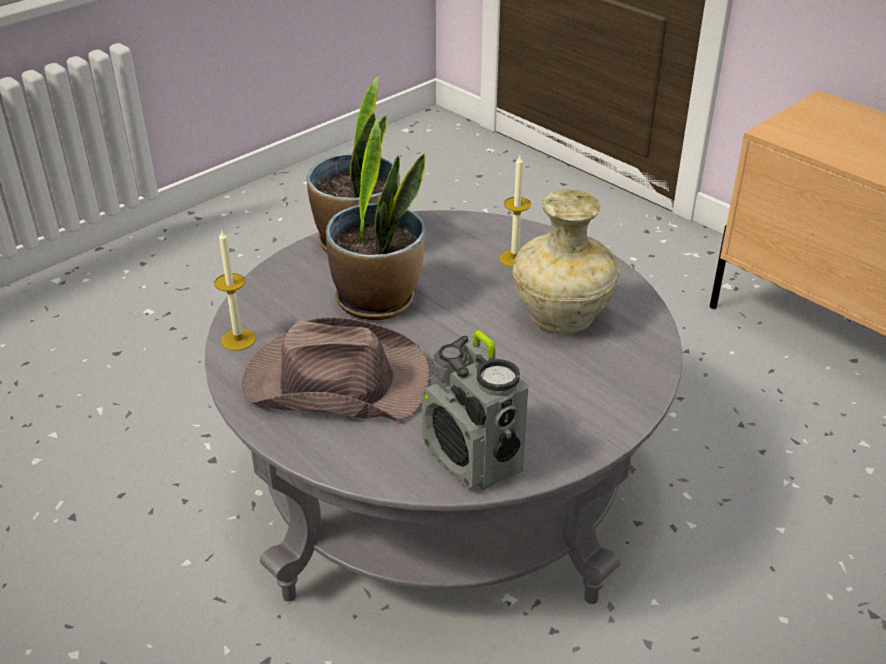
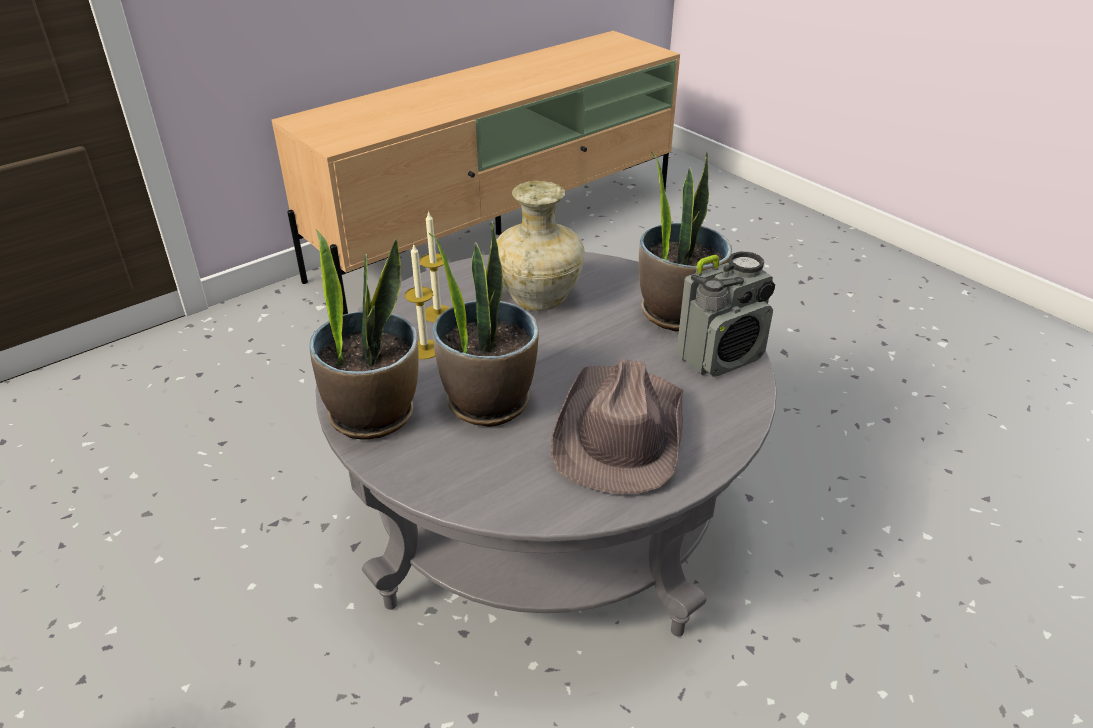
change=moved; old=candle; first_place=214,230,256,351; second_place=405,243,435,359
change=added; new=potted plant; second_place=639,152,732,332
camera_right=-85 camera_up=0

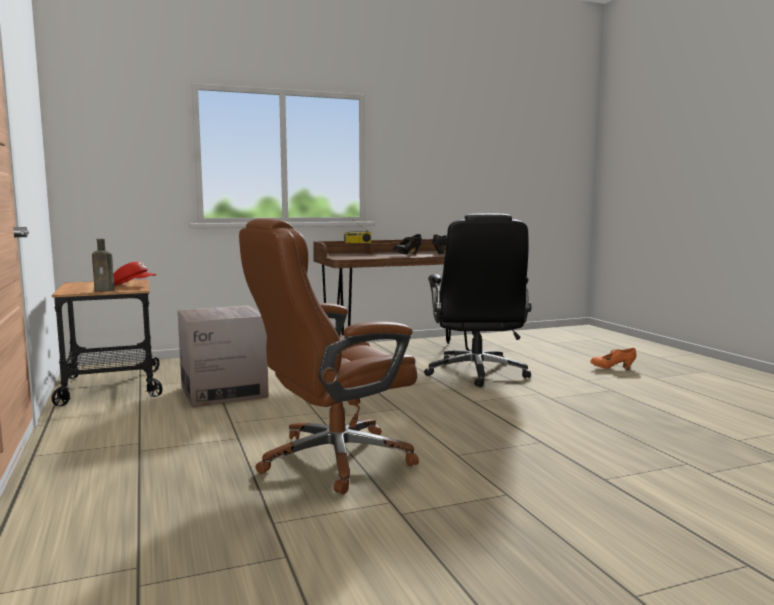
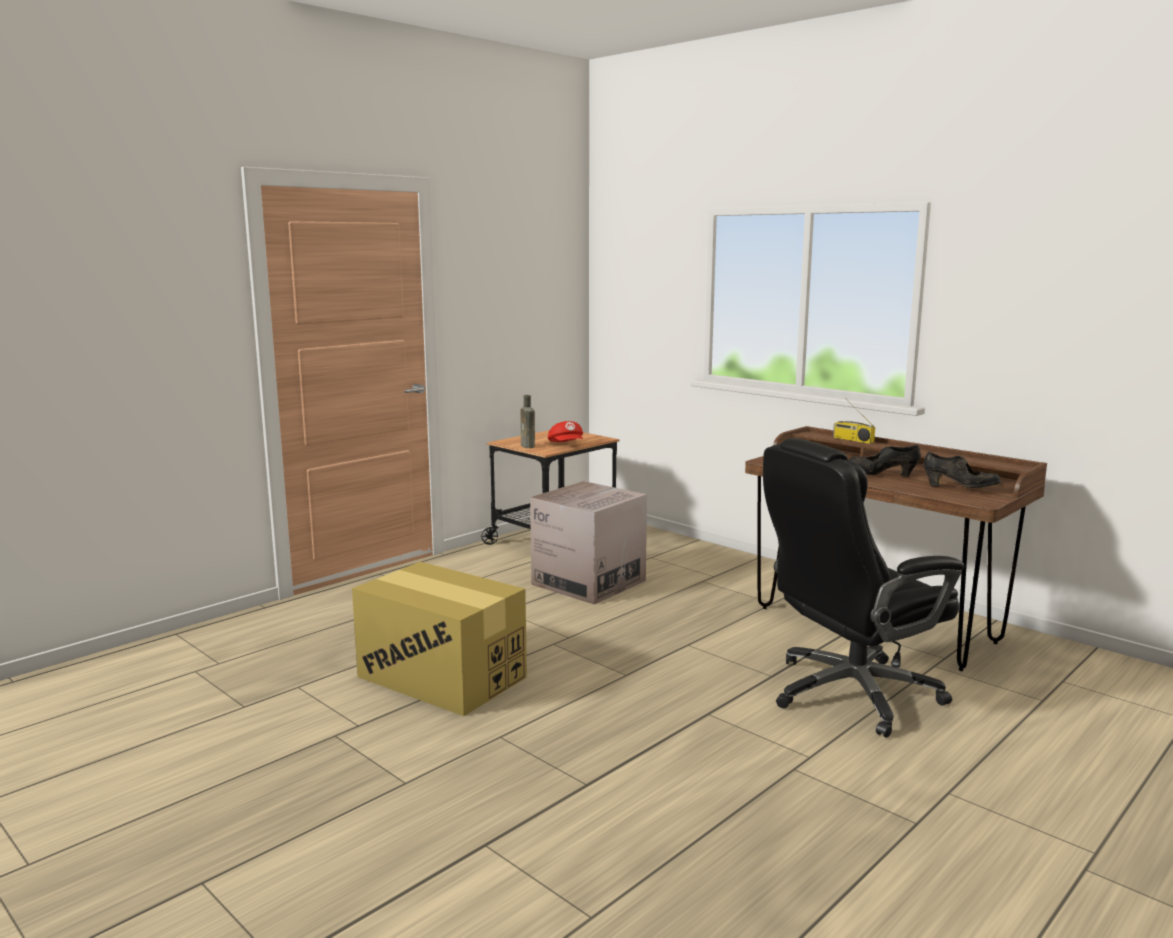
change=replaced; old=brown office chair; new=cardboard box; first_place=239,218,419,494; second_place=352,562,527,716
change=removed; old=orange shoe; first_place=590,348,637,369
camera_right=65 camera_up=5

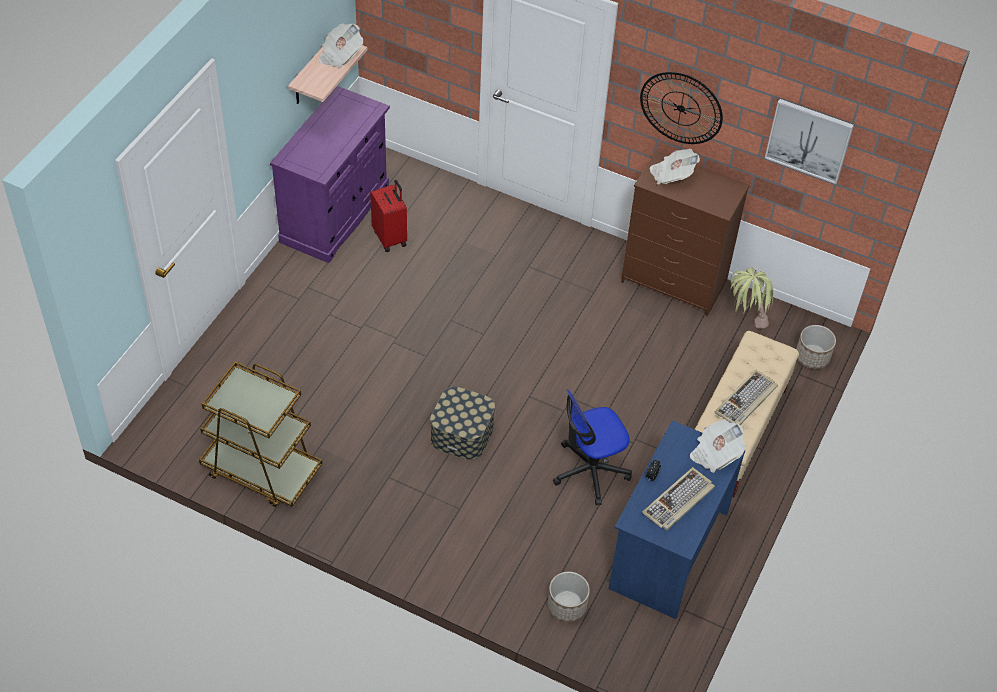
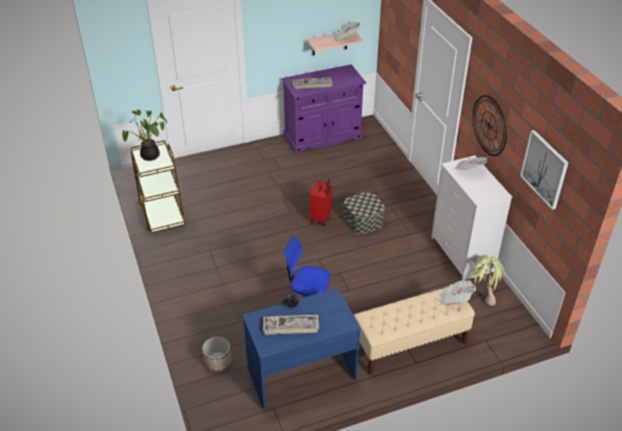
change=added; new=potted plant; second_place=122,110,167,161
change=moved; old=keyboard; first_place=715,370,778,425; second_place=292,77,333,89
change=moved; old=red suitcase; first_place=370,180,407,252; second_place=310,179,332,226
change=moved; old=storage box; first_place=430,386,495,460; second_place=344,192,385,235
change=recoloured; old=brown dresser; new=white dresser; first_place=621,150,750,316; second_place=431,155,512,281
change=moved; old=newspaper; first_place=690,419,746,473; second_place=438,280,476,305
change=removed; old=planter; first_place=796,325,836,369
camera_right=45 camera_up=-10

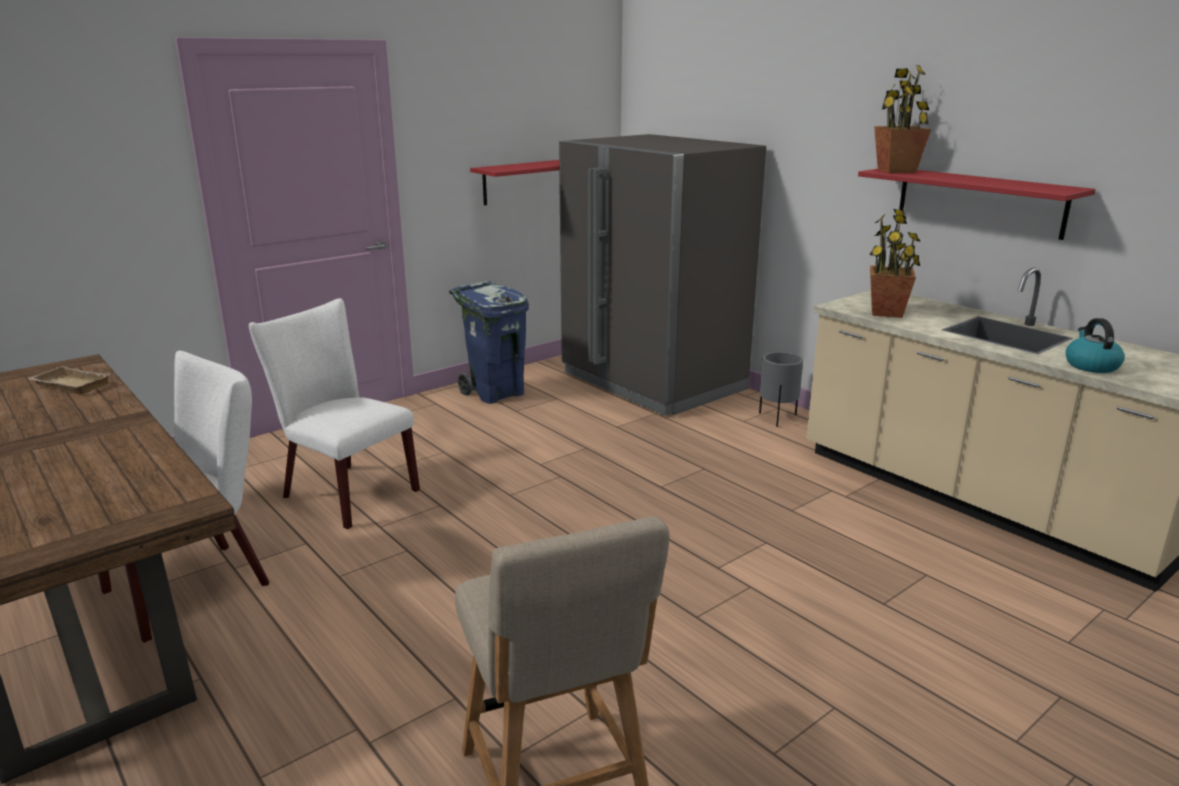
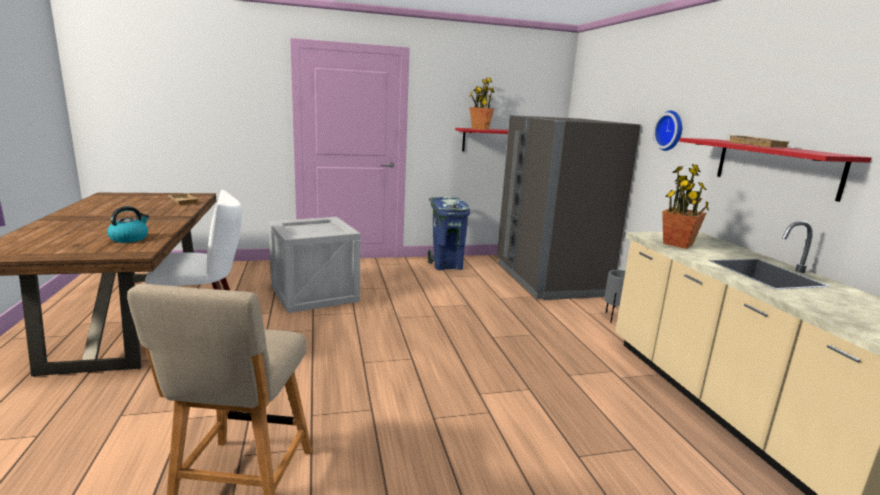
change=moved; old=kettle; first_place=1065,318,1125,373; second_place=107,206,149,243
change=replaced; old=white chair; new=crate; first_place=249,298,420,529; second_place=268,217,361,313
change=moved; old=potted plant; first_place=874,65,931,173; second_place=469,77,494,130
change=added; new=wall clock; second_place=653,111,682,151
change=added; new=beige tray; second_place=730,135,789,148
camera_right=25 camera_up=-5

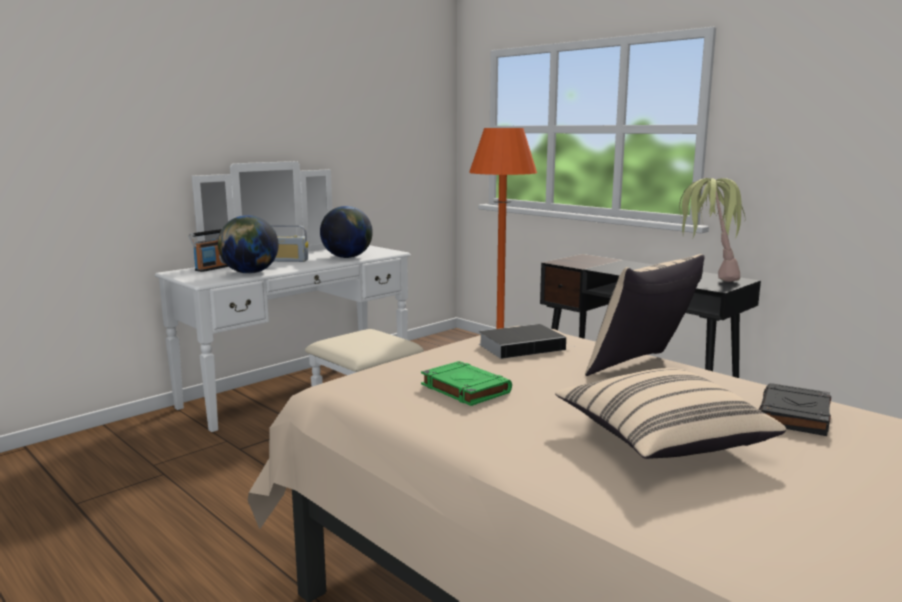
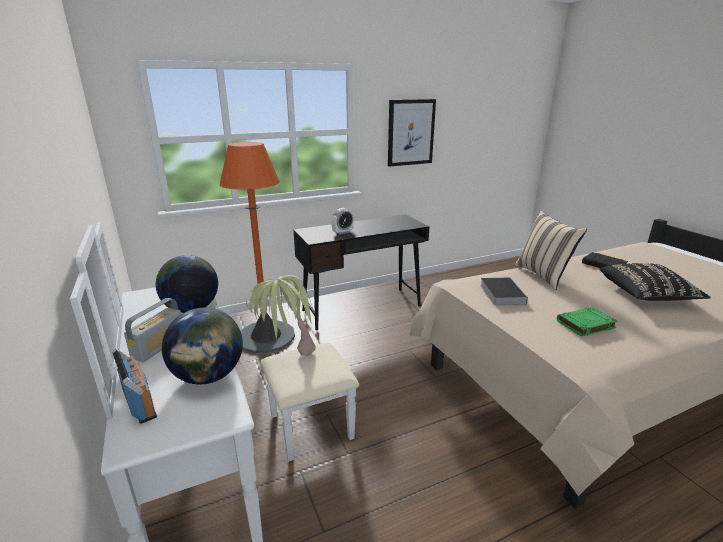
change=moved; old=potted plant; first_place=679,178,745,282; second_place=246,275,315,356
change=added; new=alarm clock; second_place=331,208,354,235
change=added; new=picture; second_place=388,99,436,167
change=recoloured; old=beige pillow; new=black pillow; first_place=555,368,786,459; second_place=599,263,711,301
camera_right=-70 camera_up=10

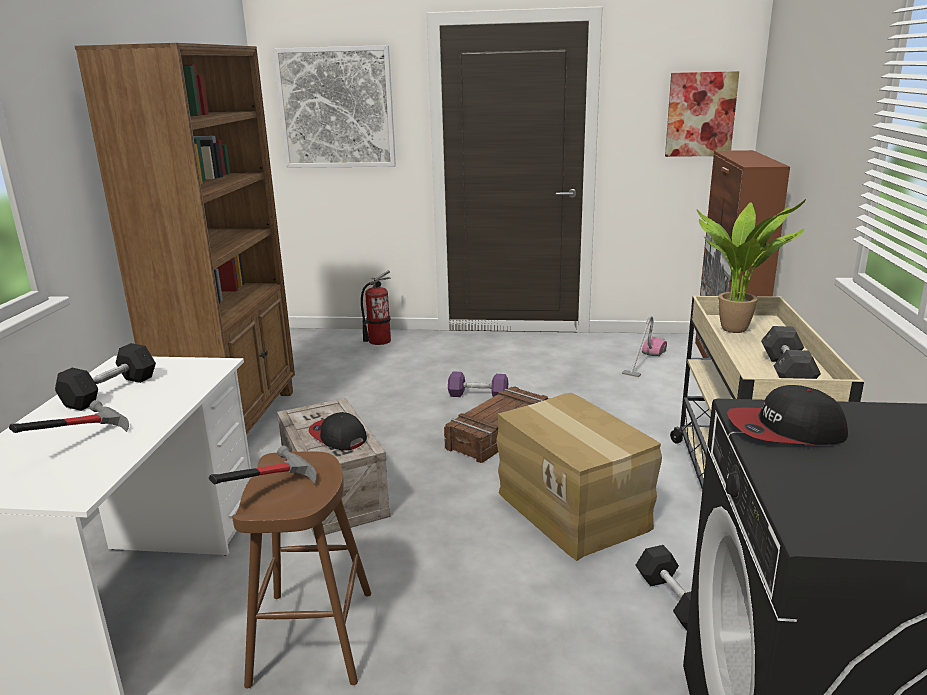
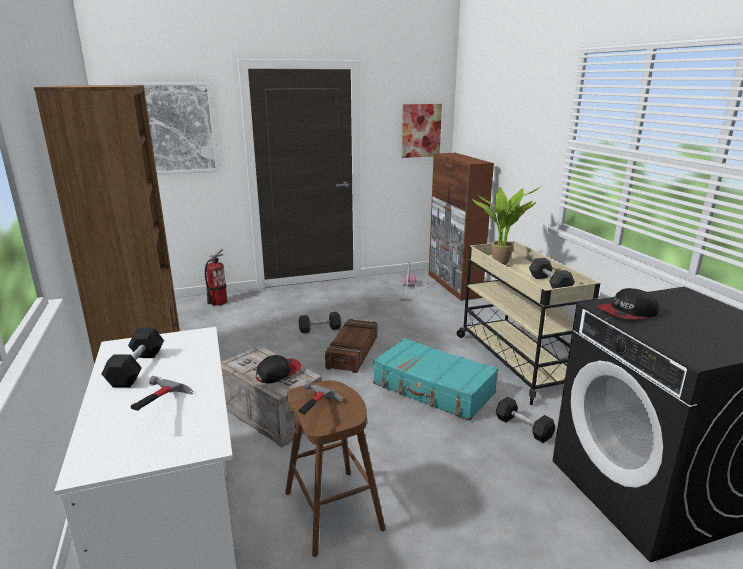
change=turned; old=cap; first_place=309,412,367,450; second_place=256,355,302,383; degrees=120
change=recoloured; old=purple dumbbell; new=grey dumbbell; first_place=448,371,508,397; second_place=299,312,341,333
change=replaced; old=cardboard box; new=turquoise suitcase; first_place=496,393,662,561; second_place=373,338,498,421
camera_right=-25 camera_up=0

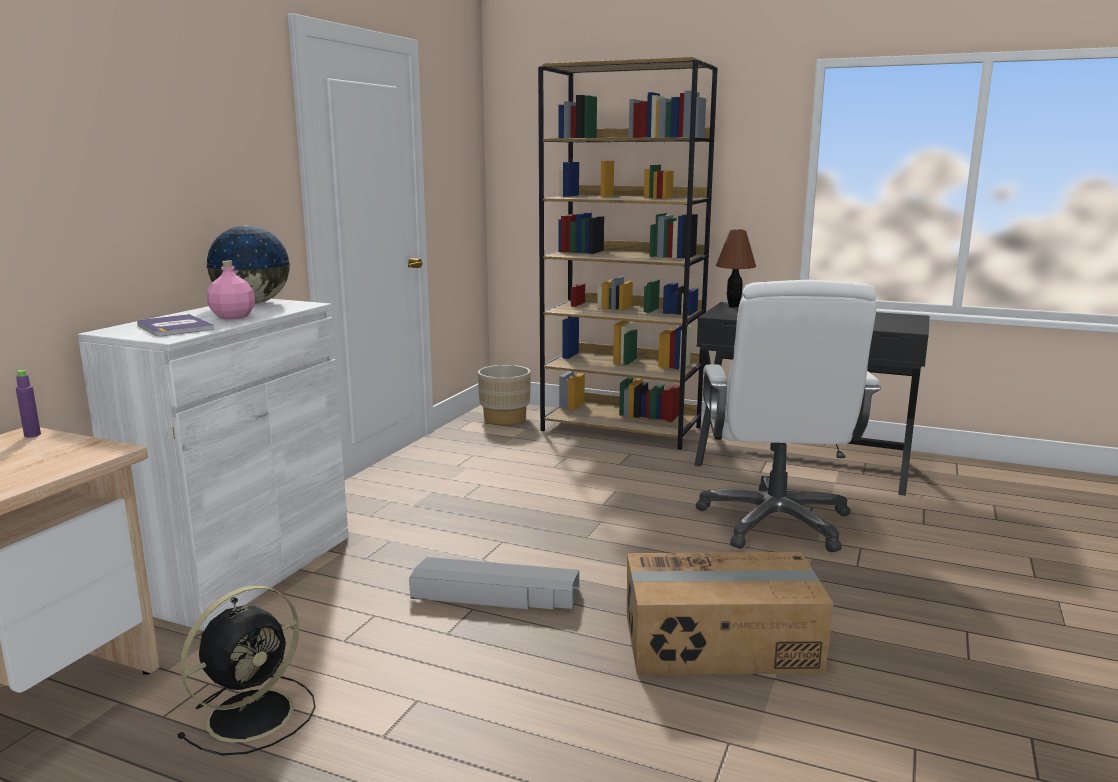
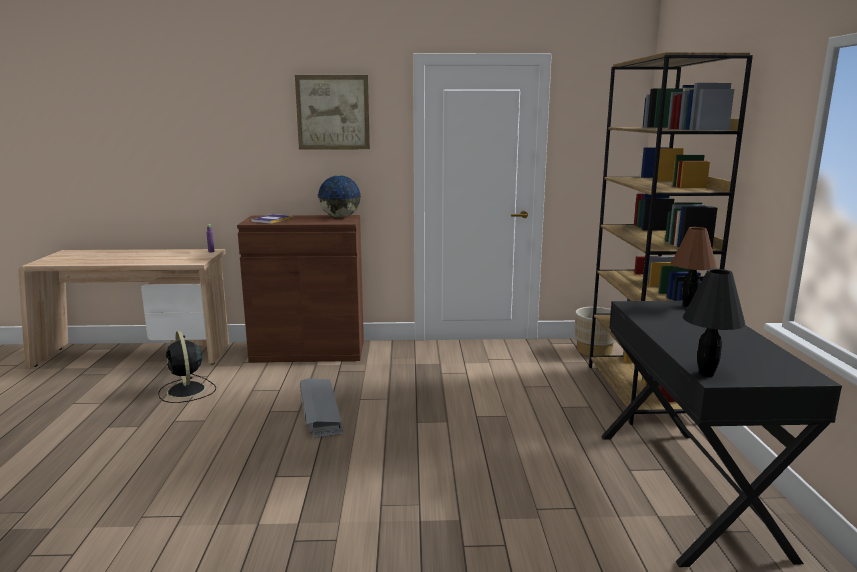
change=turned; old=black fan; first_place=177,586,316,756; second_place=158,331,216,403; degrees=45
change=recoloured; old=white cabinet; new=brown cabinet; first_place=78,299,349,631; second_place=237,215,364,362
change=added; new=picture; second_place=295,75,370,149
change=added; new=black table lamp; second_place=683,269,745,377
change=removed; old=pink bottle; first_place=207,260,255,319
change=removed; old=cardboard box; first_place=627,552,834,675
change=removed; old=white office chair; first_place=696,280,881,552
camera_right=65 camera_up=0

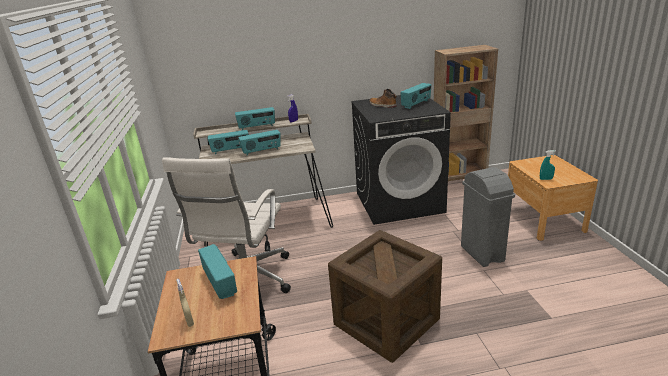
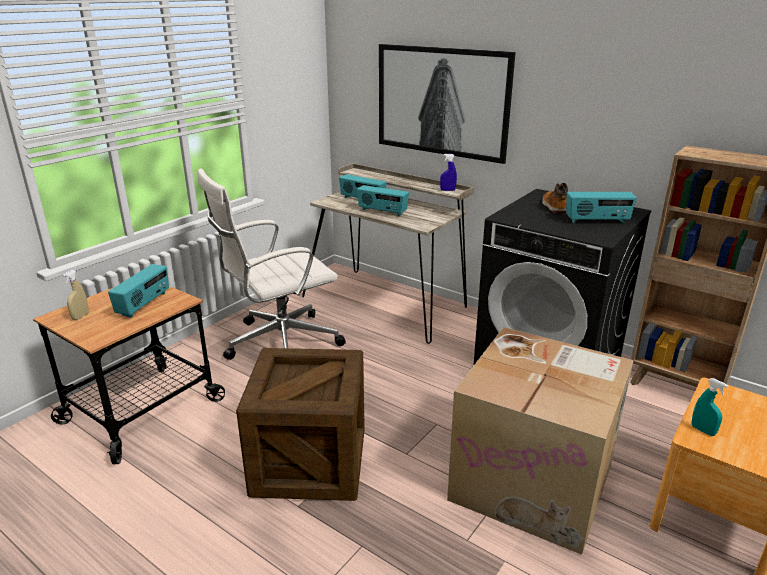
change=added; new=picture; second_place=379,44,516,164
change=replaced; old=grey trash can; new=cardboard box; first_place=461,167,515,267; second_place=447,327,634,555
change=removed; old=radio; first_place=235,107,275,130
camera_right=45 camera_up=0

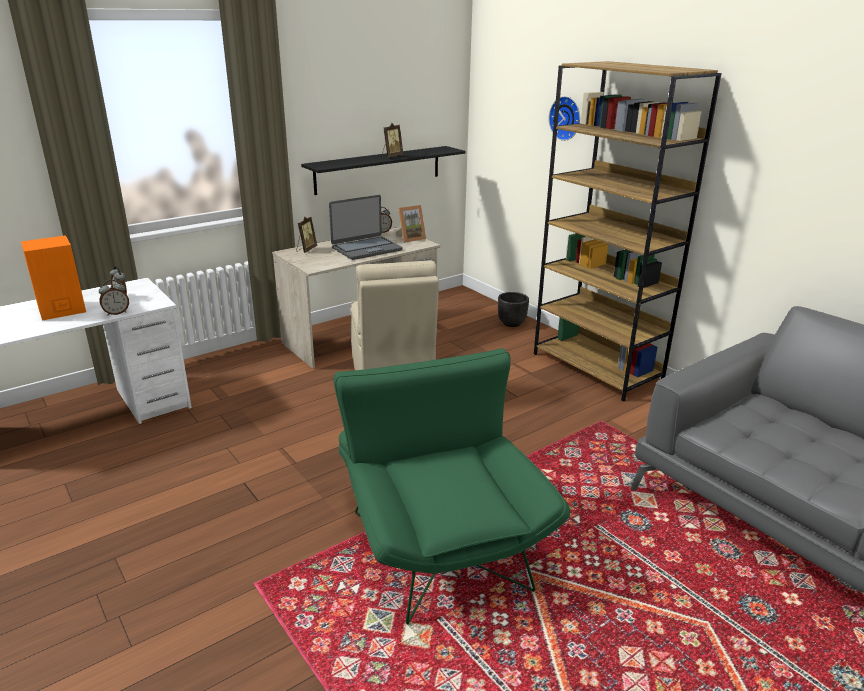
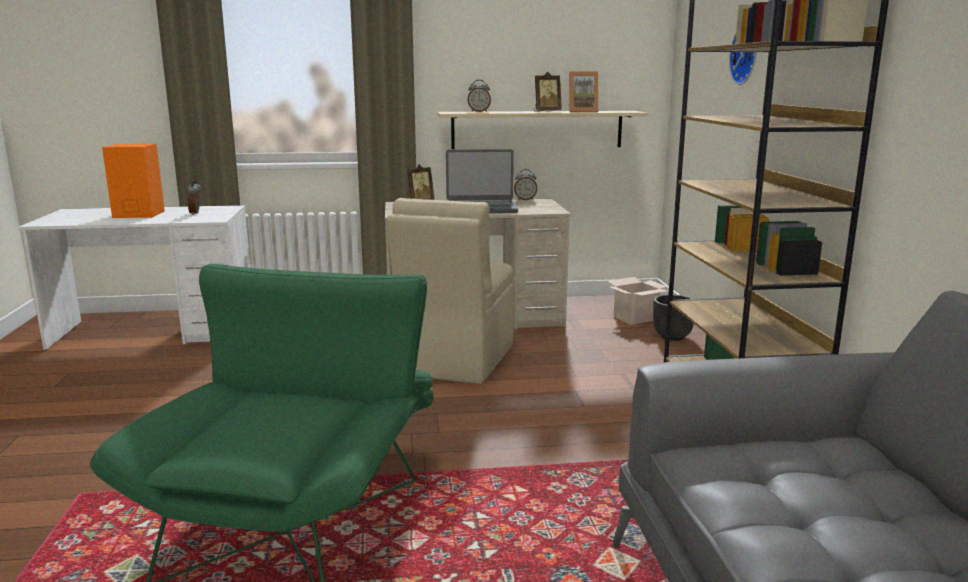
change=recoloured; old=black shelf; new=beige shelf; first_place=301,146,466,195; second_place=437,111,648,149
change=moved; old=alarm clock; first_place=99,280,129,316; second_place=467,80,491,112
change=moved; old=picture frame; first_place=396,205,426,243; second_place=569,71,599,112
change=added; new=cardboard box; second_place=608,277,668,325
camera_right=30 camera_up=-10

